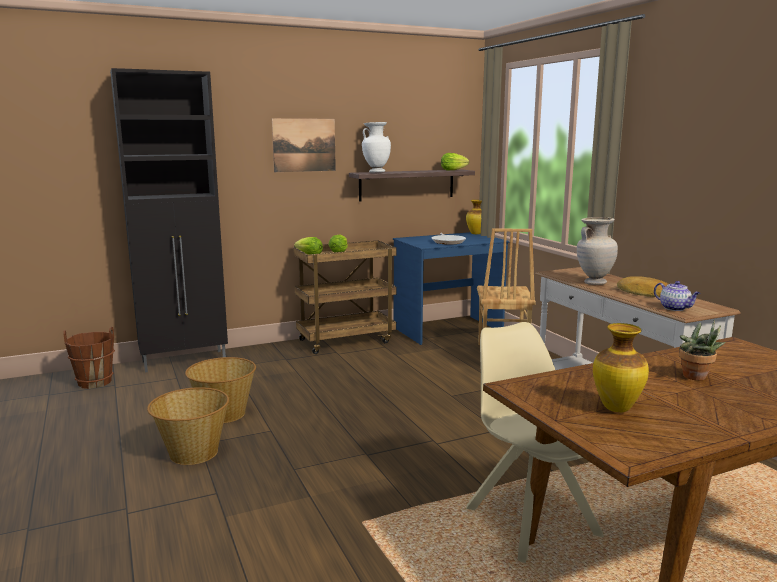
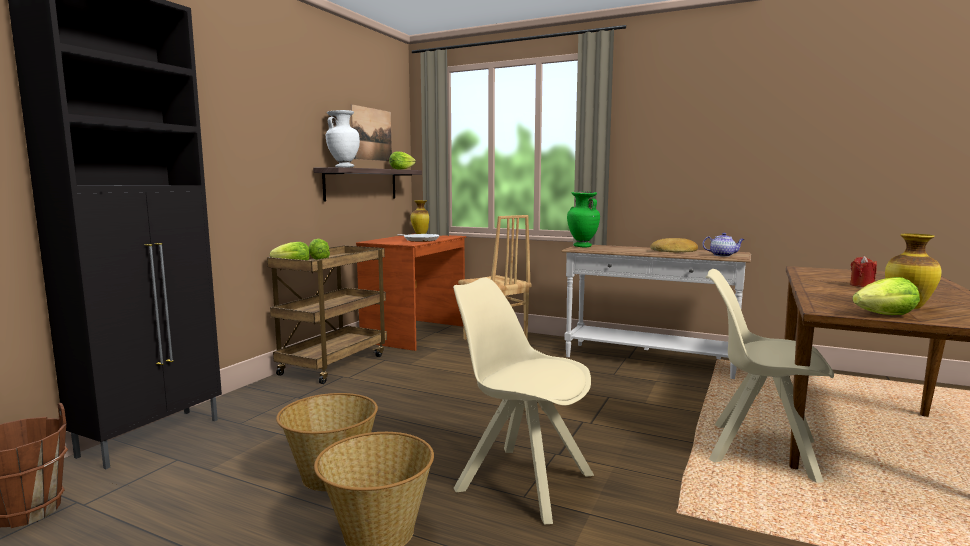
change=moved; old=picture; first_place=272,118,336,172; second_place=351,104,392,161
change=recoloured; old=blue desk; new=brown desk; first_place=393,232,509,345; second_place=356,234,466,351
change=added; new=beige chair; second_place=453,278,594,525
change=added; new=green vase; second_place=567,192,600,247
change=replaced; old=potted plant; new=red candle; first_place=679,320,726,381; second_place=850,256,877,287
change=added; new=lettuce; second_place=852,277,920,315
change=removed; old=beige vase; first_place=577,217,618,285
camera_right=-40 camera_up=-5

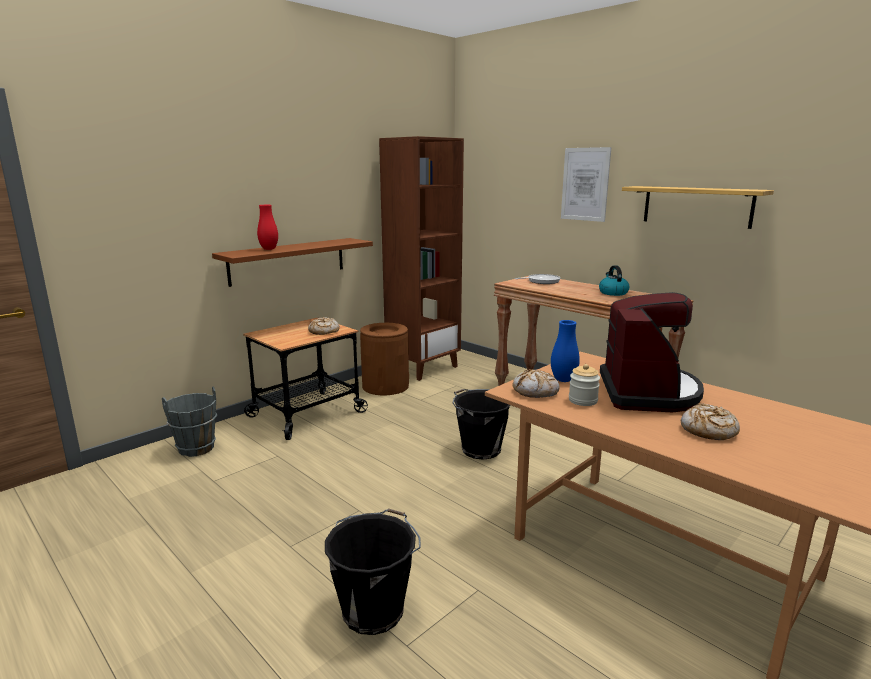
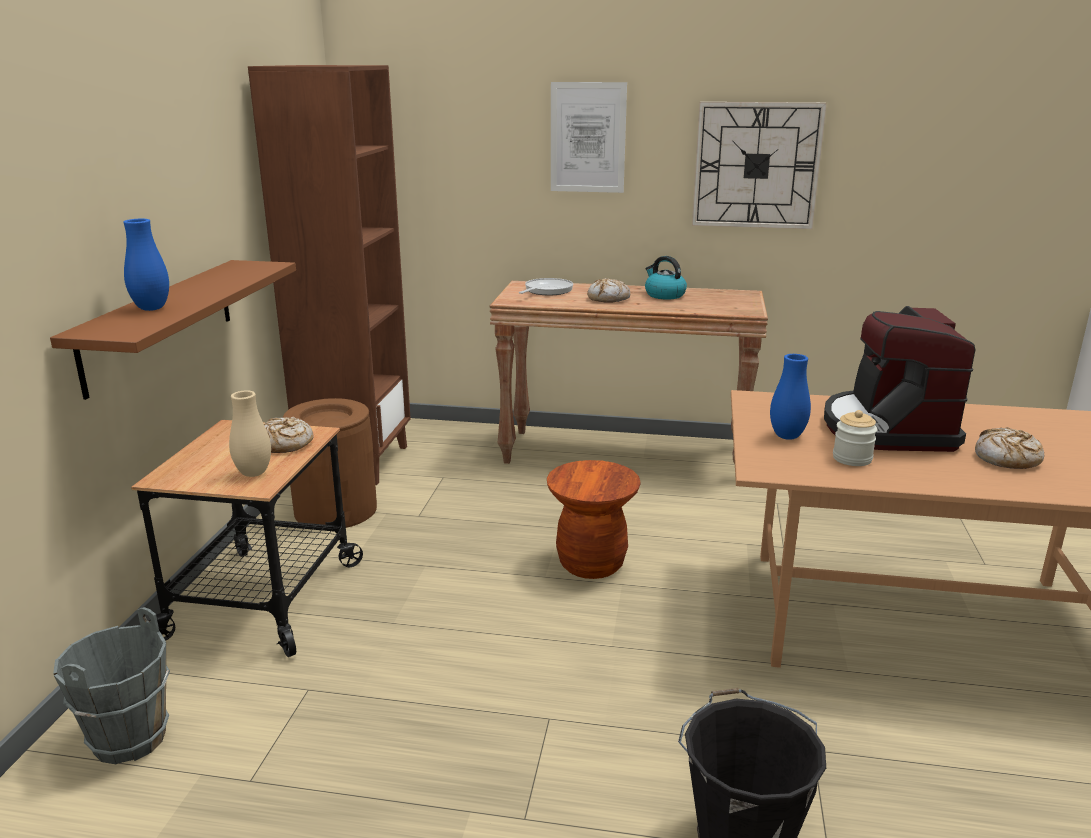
change=recoloured; old=red vase; new=blue vase; first_place=257,205,278,250; second_place=123,219,169,311
change=added; new=beige vase; second_place=229,391,271,477
change=replaced; old=black bucket; new=brown stool; first_place=453,389,511,459; second_place=547,460,641,579
change=moved; old=bread; first_place=513,369,560,398; second_place=587,278,630,303
change=replaced; old=shelf; new=wall clock; first_place=622,186,774,229; second_place=692,102,827,229
change=turned; old=coffee machine; first_place=600,292,704,412; second_place=824,306,975,452; degrees=-150
camera_right=-35 camera_up=5

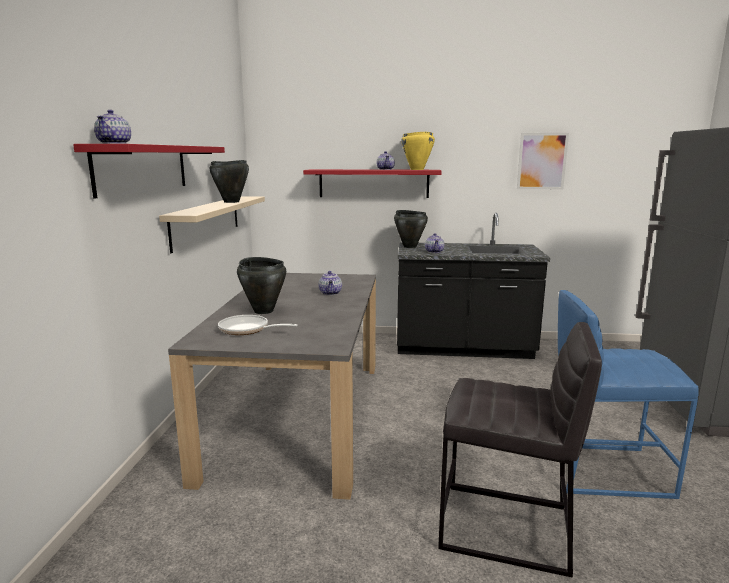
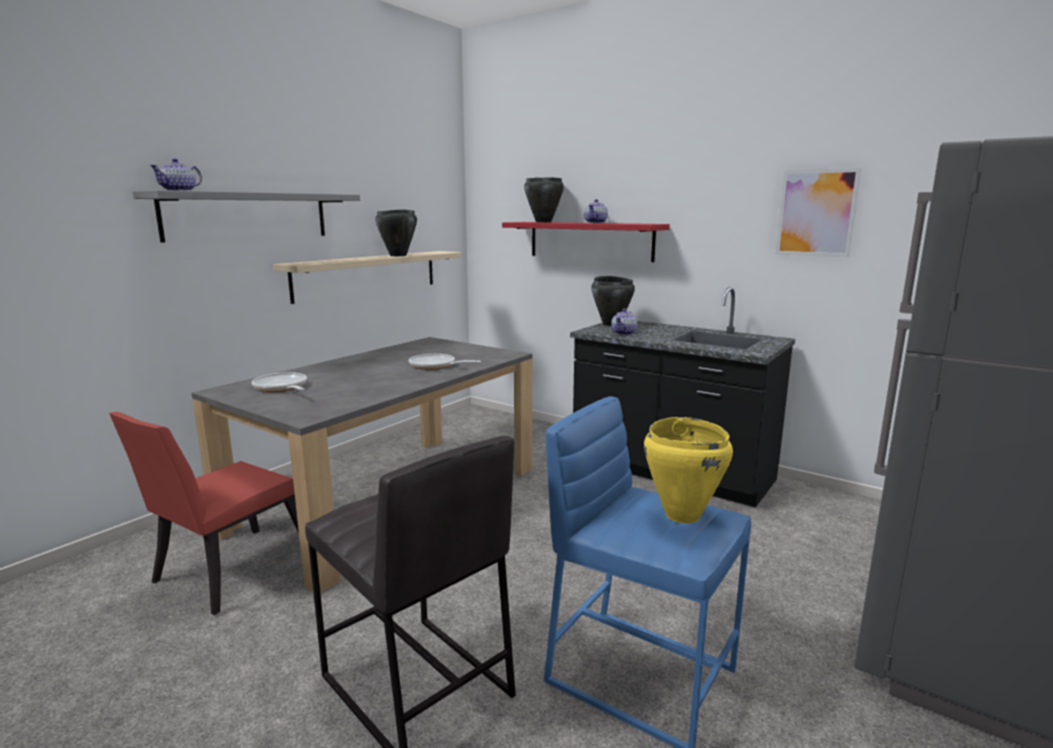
change=added; new=red chair; second_place=109,412,299,615
change=recoloured; old=red shelf; new=grey shelf; first_place=73,144,225,199; second_place=133,190,360,243
change=replaced; old=teapot; new=frying pan; first_place=318,271,342,295; second_place=409,354,481,370
change=moved; old=black cooking pot; first_place=237,257,286,314; second_place=524,177,564,222
change=moved; old=yellow cooking pot; first_place=401,132,435,170; second_place=644,417,733,524
camera_right=30 camera_up=0

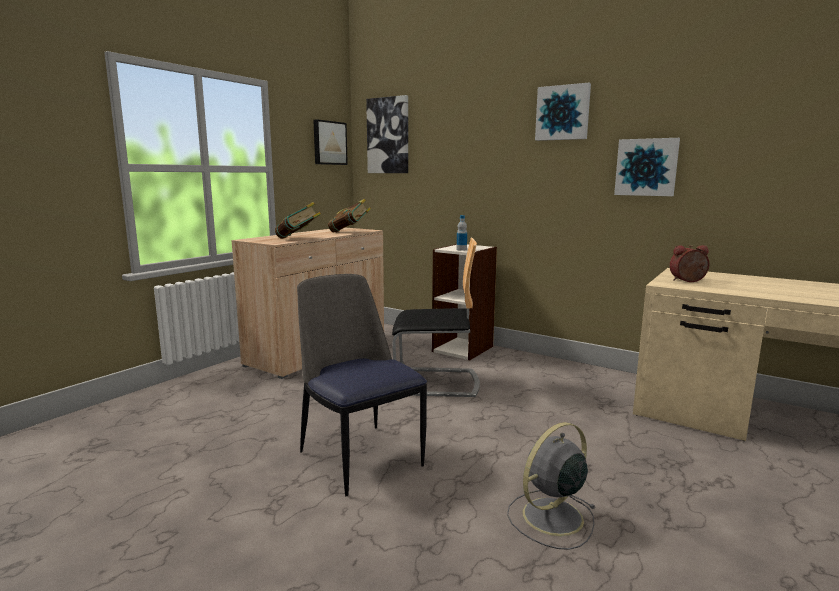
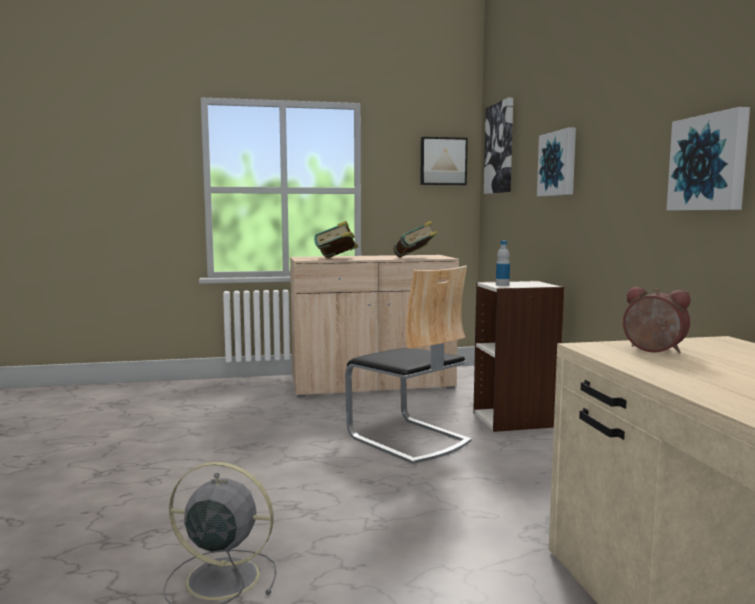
change=moved; old=picture; first_place=535,83,591,141; second_place=537,127,576,196
change=removed; old=chair; first_place=297,274,427,496
camera_right=45 camera_up=-5

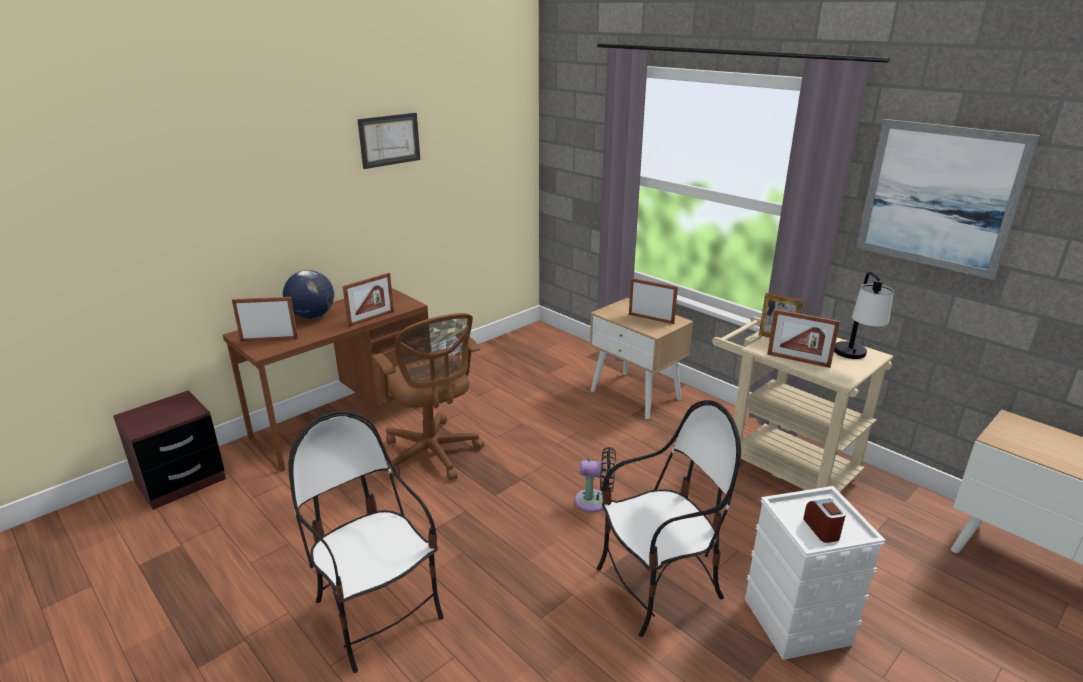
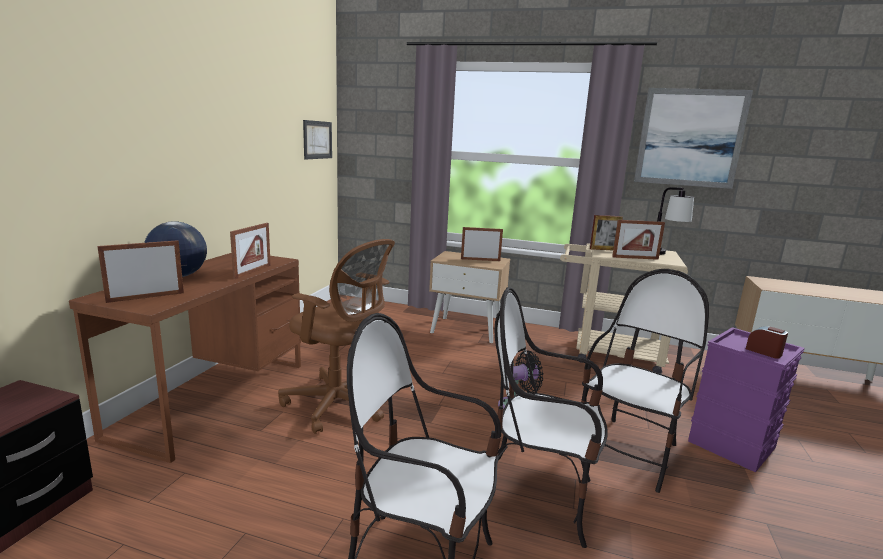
change=moved; old=picture; first_place=358,113,420,169; second_place=303,120,332,159
change=added; new=chair; second_place=495,287,607,548
change=recoloured; old=white storage box; new=purple storage box; first_place=745,486,885,660; second_place=688,327,805,473
camera_right=-30 camera_up=-10

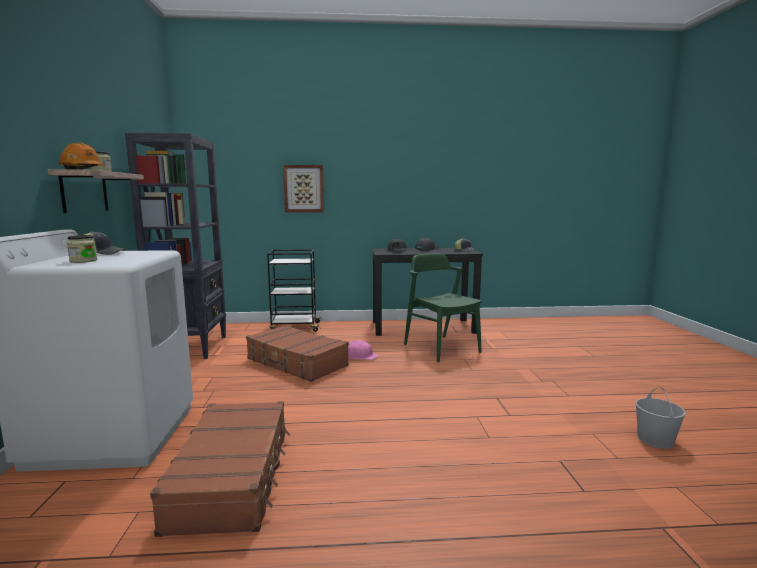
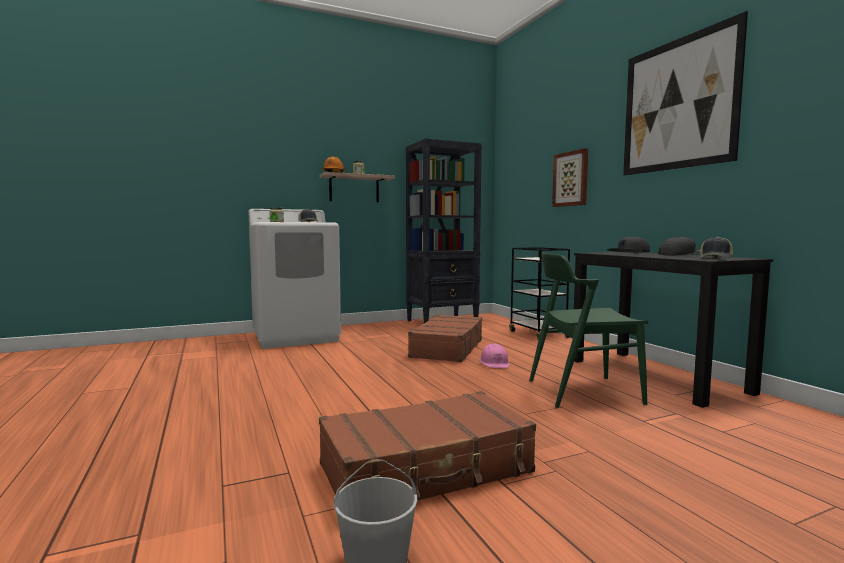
change=moved; old=brown suitcase; first_place=150,401,290,537; second_place=319,391,536,501
change=turned; old=green chair; first_place=404,253,481,363; second_place=529,252,649,408; degrees=-135
change=added; new=picture; second_place=623,11,748,176
camera_right=70 camera_up=-5

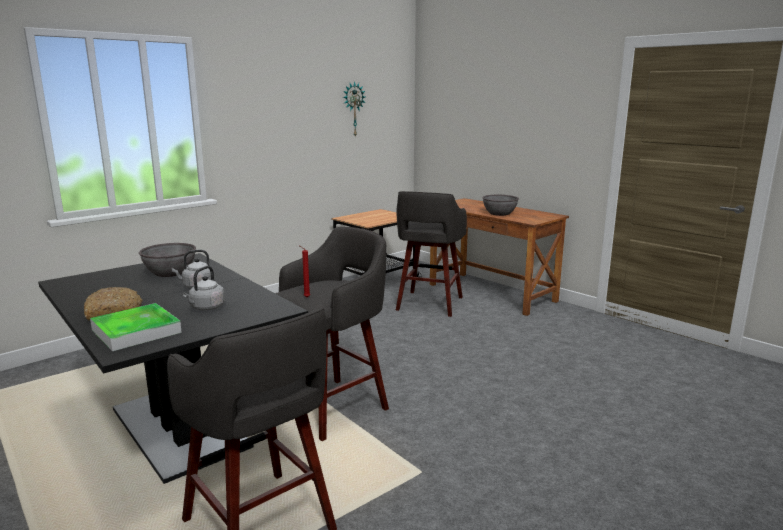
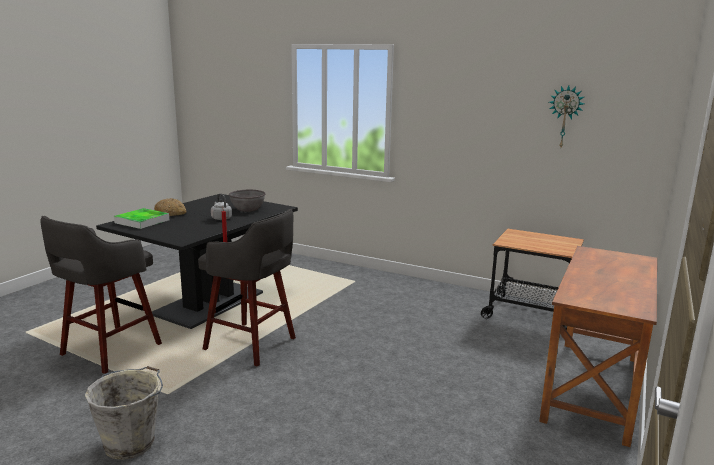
change=added; new=grey bucket; second_place=85,366,163,460
change=removed; old=grey kettle; first_place=183,266,225,310
change=removed; old=grey stool; first_place=396,191,467,317
change=removed; old=grey bowl; first_place=482,195,519,216
camera_right=70 camera_up=0

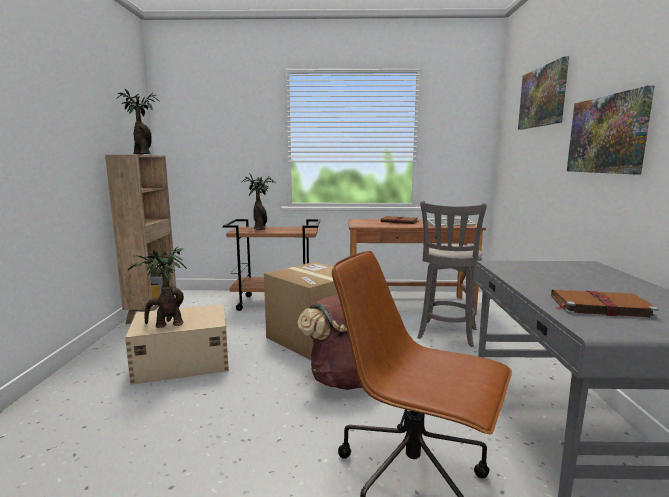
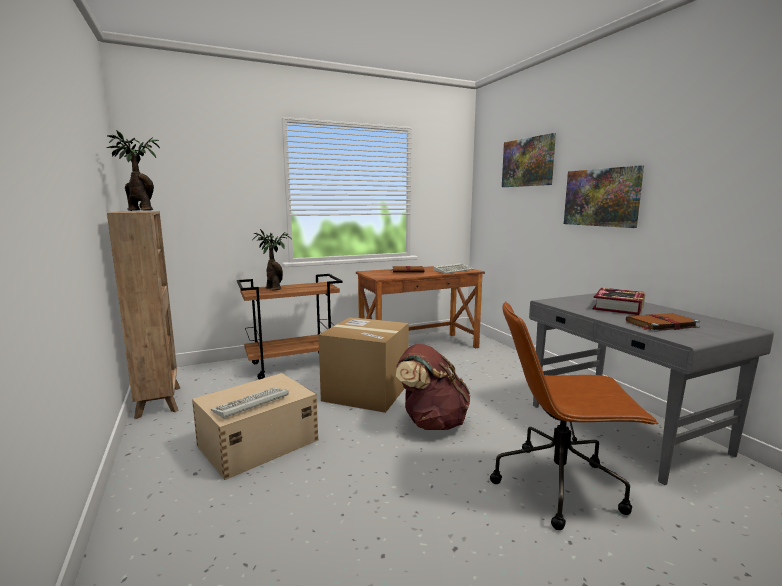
change=replaced; old=potted plant; new=keyboard; first_place=128,247,187,328; second_place=211,388,289,419
change=added; new=book; second_place=593,288,645,315
change=removed; old=grey stool; first_place=417,201,487,347
camera_right=-25 camera_up=0

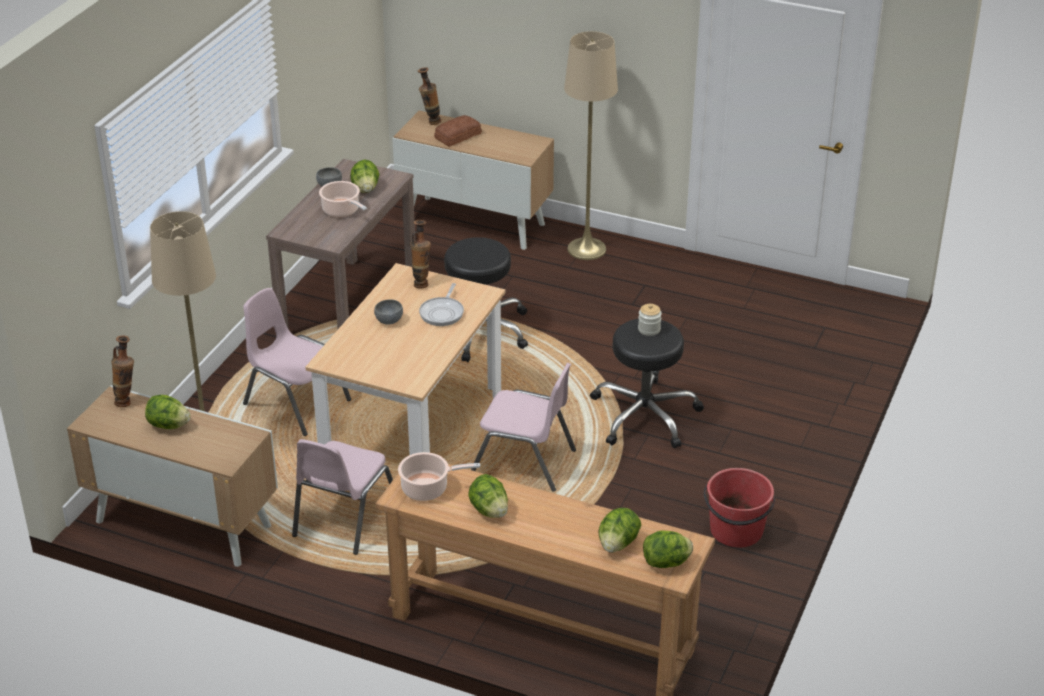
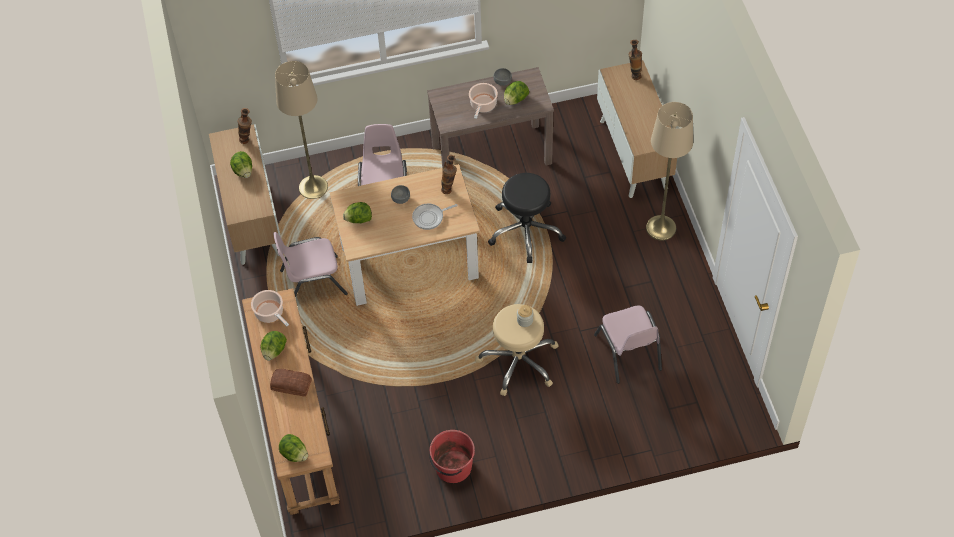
change=moved; old=bread; first_place=434,115,482,147; second_place=270,369,312,397
change=moved; old=lettuce; first_place=598,508,641,553; second_place=343,202,372,223
change=recoloured; old=black stool; new=beige stool; first_place=590,319,704,448; second_place=475,304,559,396
change=moved; old=pink chair; first_place=471,363,576,492; second_place=594,305,662,384
camera_right=55 camera_up=20

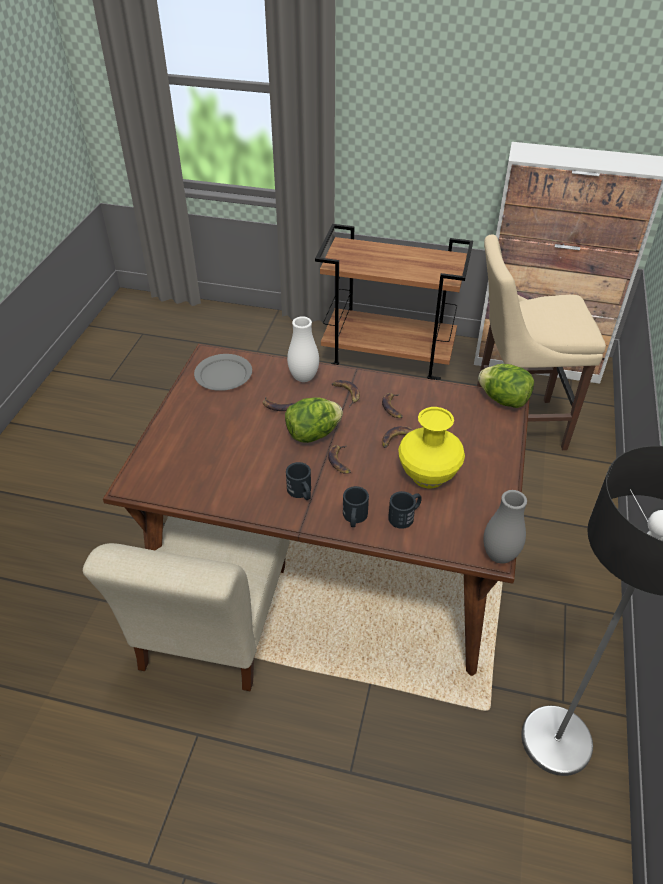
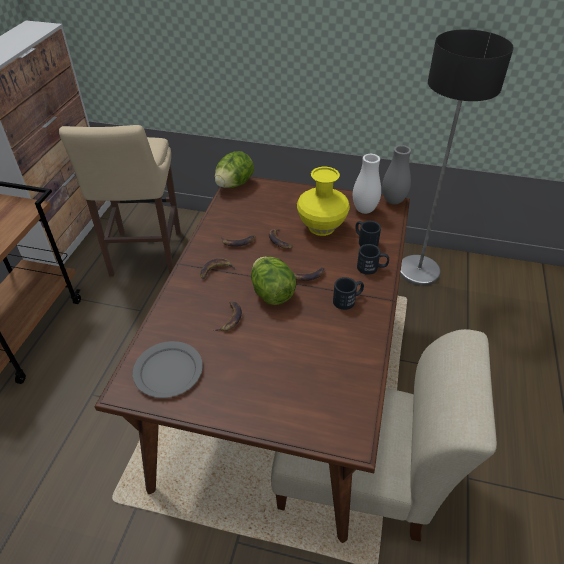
change=moved; old=white vase; first_place=287,316,319,382; second_place=353,154,381,214
camera_right=-90 camera_up=0

